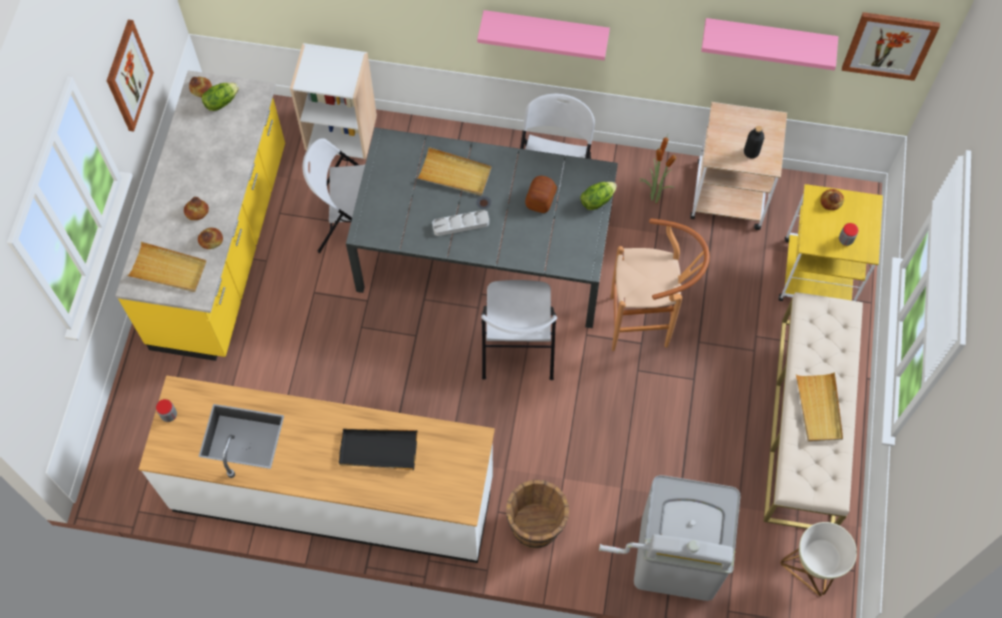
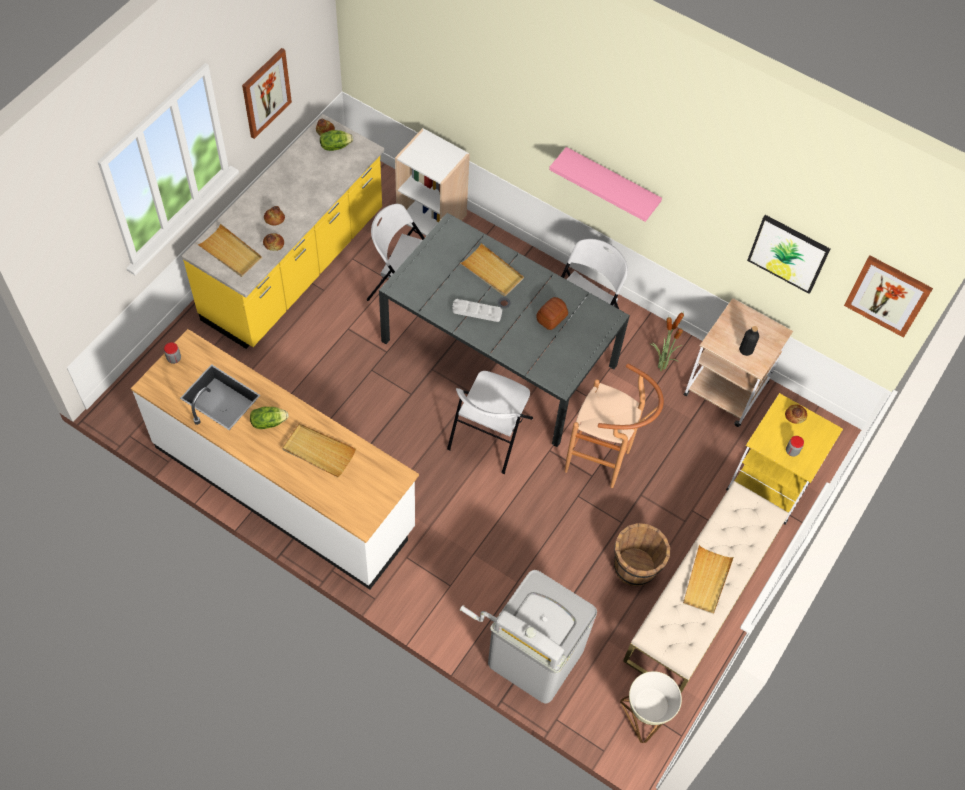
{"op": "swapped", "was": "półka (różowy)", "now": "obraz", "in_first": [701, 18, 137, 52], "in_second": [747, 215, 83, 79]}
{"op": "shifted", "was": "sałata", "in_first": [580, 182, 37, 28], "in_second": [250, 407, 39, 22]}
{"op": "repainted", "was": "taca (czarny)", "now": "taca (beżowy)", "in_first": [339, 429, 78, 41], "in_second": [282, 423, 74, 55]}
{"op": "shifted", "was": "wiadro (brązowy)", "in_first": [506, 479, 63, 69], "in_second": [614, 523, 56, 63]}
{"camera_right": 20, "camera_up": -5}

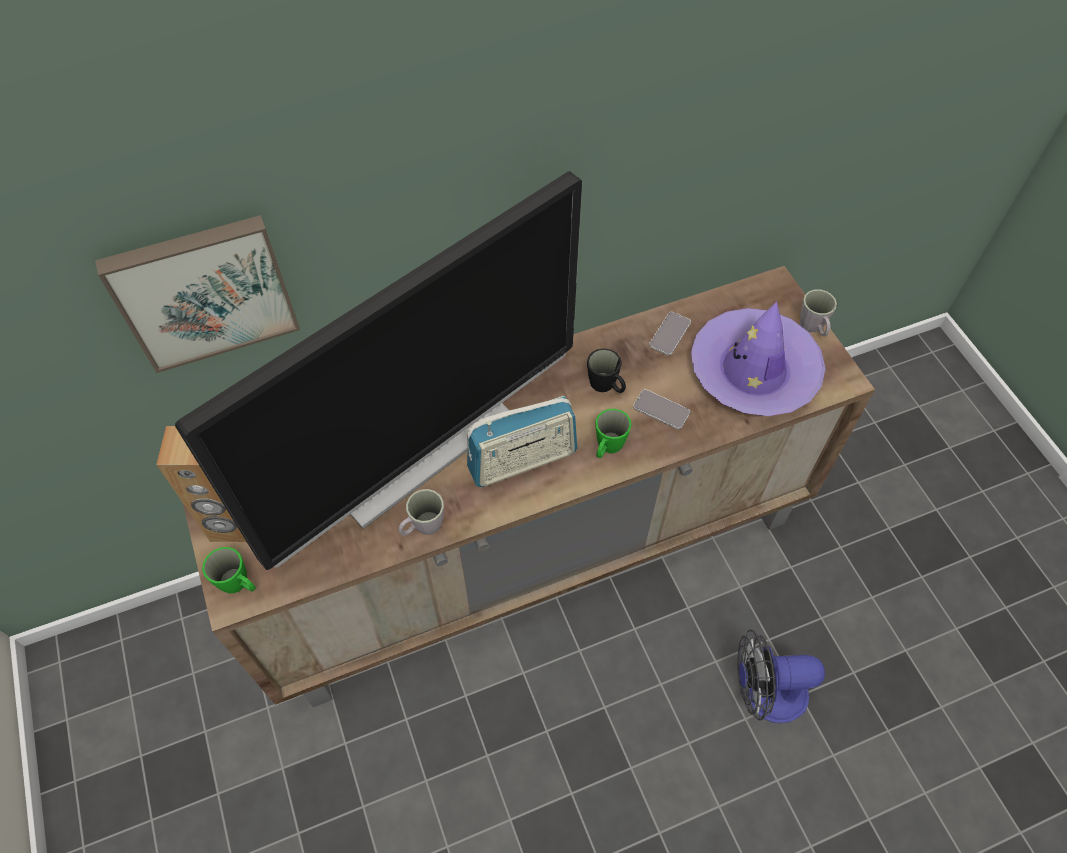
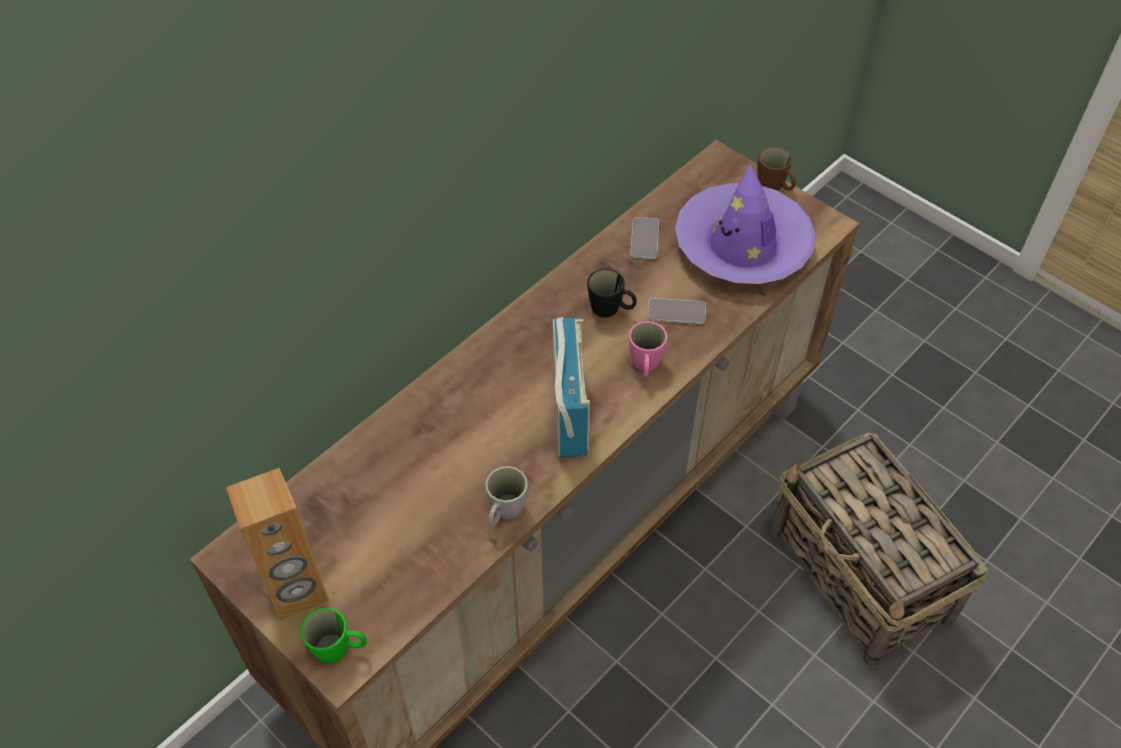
{"op": "gone", "was": "telewizor", "in_first": [175, 171, 407, 399]}
{"op": "gone", "was": "obraz", "in_first": [95, 215, 205, 158]}
{"op": "repainted", "was": "kubek (szary)", "now": "kubek (brązowy)", "in_first": [800, 290, 37, 46], "in_second": [758, 146, 38, 45]}
{"op": "rotated", "was": "radio", "in_first": [467, 396, 110, 91], "in_second": [553, 317, 37, 140], "clockwise": -45}
{"op": "repainted", "was": "kubek (zielony)", "now": "kubek (różowy)", "in_first": [595, 409, 37, 49], "in_second": [629, 321, 39, 56]}
{"op": "swapped", "was": "wentylator", "now": "koszyk", "in_first": [737, 629, 88, 94], "in_second": [771, 433, 217, 234]}
{"camera_right": -25, "camera_up": -5}

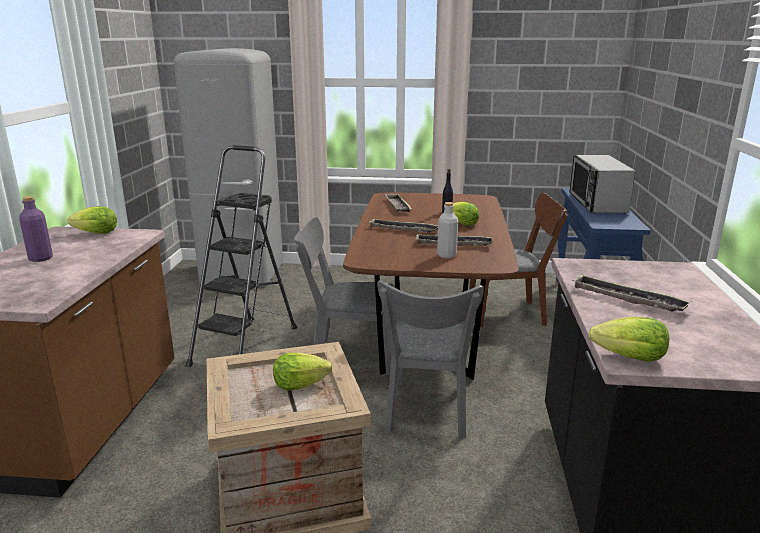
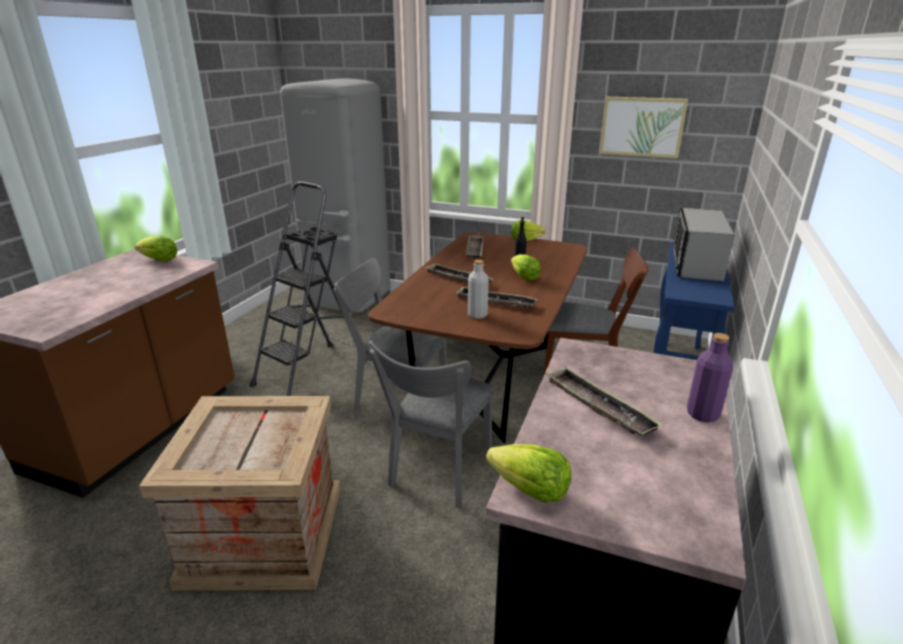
{"op": "shifted", "was": "butelka (fioletowy)", "in_first": [19, 196, 34, 66], "in_second": [687, 333, 46, 89]}
{"op": "shifted", "was": "sałata", "in_first": [273, 353, 59, 38], "in_second": [511, 220, 34, 21]}
{"op": "new", "now": "obraz", "in_second": [599, 97, 89, 61]}
{"camera_right": 15, "camera_up": 5}

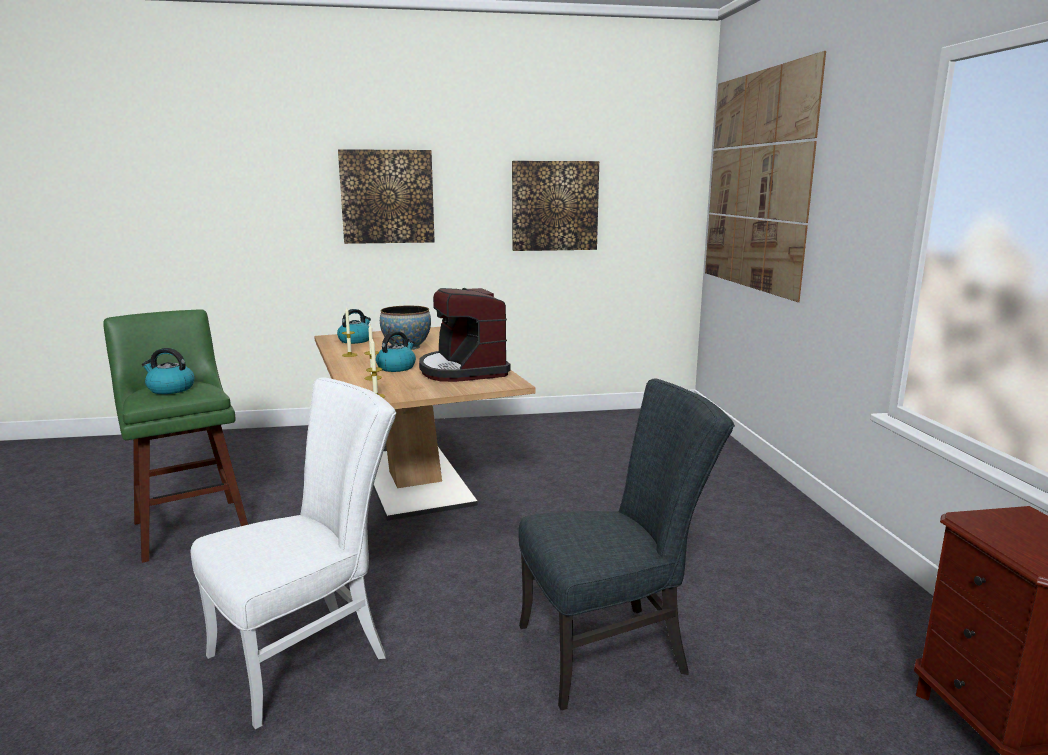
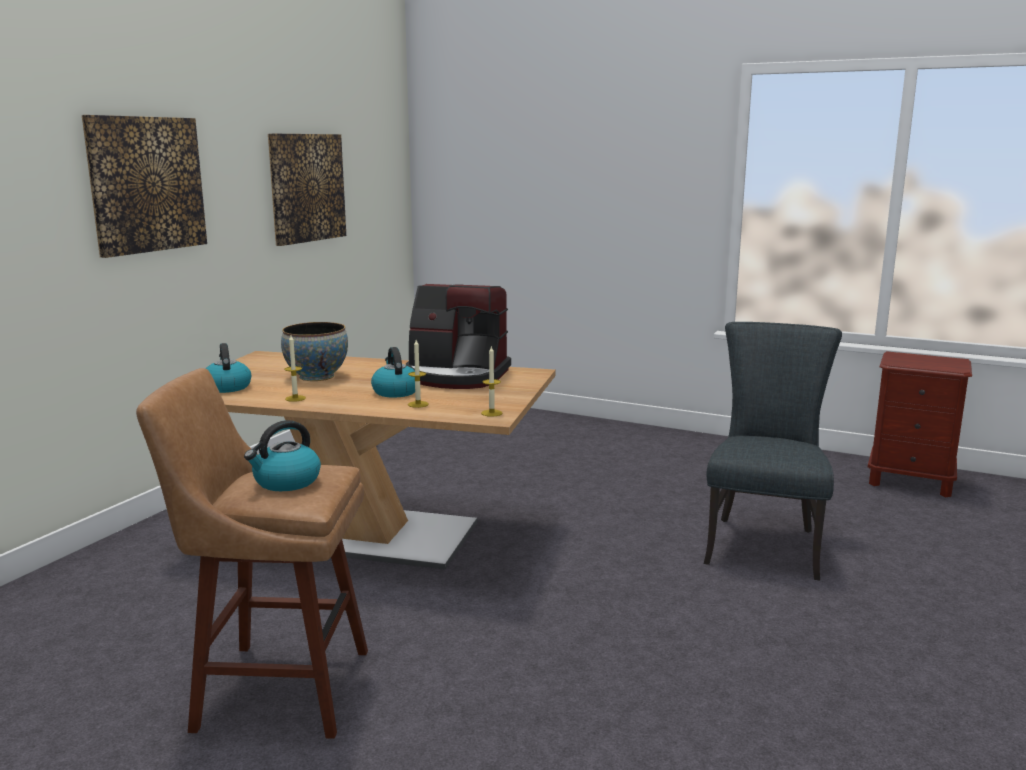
{"op": "gone", "was": "obraz", "in_first": [705, 51, 121, 251]}
{"op": "repainted", "was": "stołek (zielony)", "now": "stołek (brązowy)", "in_first": [103, 309, 145, 254], "in_second": [136, 368, 232, 371]}
{"op": "gone", "was": "krzesło (biały)", "in_first": [191, 377, 206, 352]}
{"camera_right": -55, "camera_up": 0}

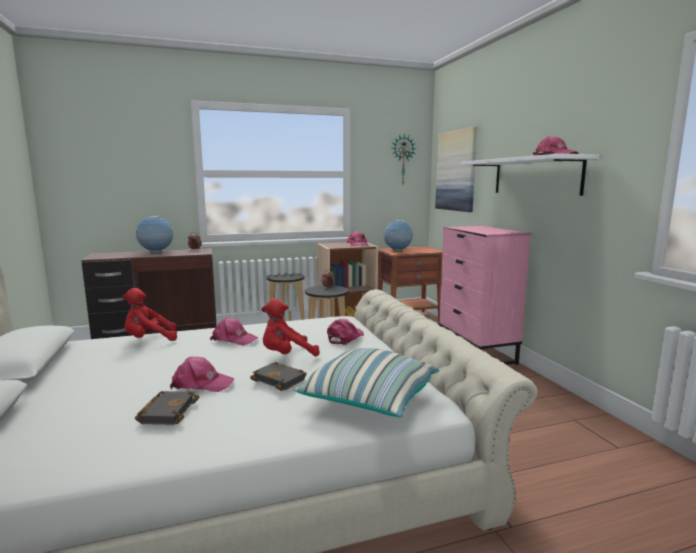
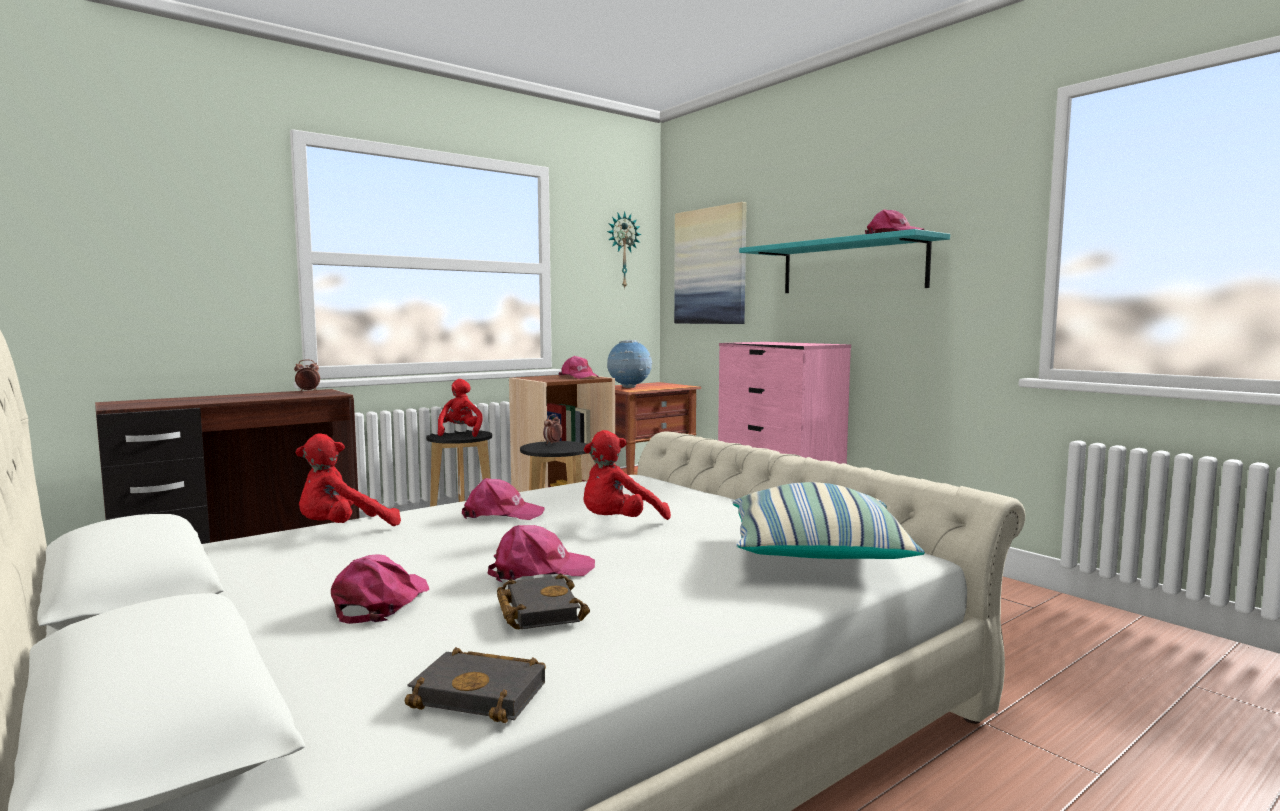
{"op": "repainted", "was": "półka (biały)", "now": "półka (turkusowy)", "in_first": [460, 154, 139, 42], "in_second": [739, 229, 211, 64]}
{"op": "gone", "was": "globus", "in_first": [136, 216, 37, 37]}
{"op": "shifted", "was": "czapka z daszkiem (różowy)", "in_first": [327, 319, 37, 26], "in_second": [331, 554, 98, 70]}
{"op": "shifted", "was": "książka (czarny)", "in_first": [250, 362, 57, 29], "in_second": [405, 647, 141, 76]}
{"op": "new", "now": "pluszak (czerwony)", "in_second": [438, 379, 44, 58]}
{"camera_right": -20, "camera_up": -5}

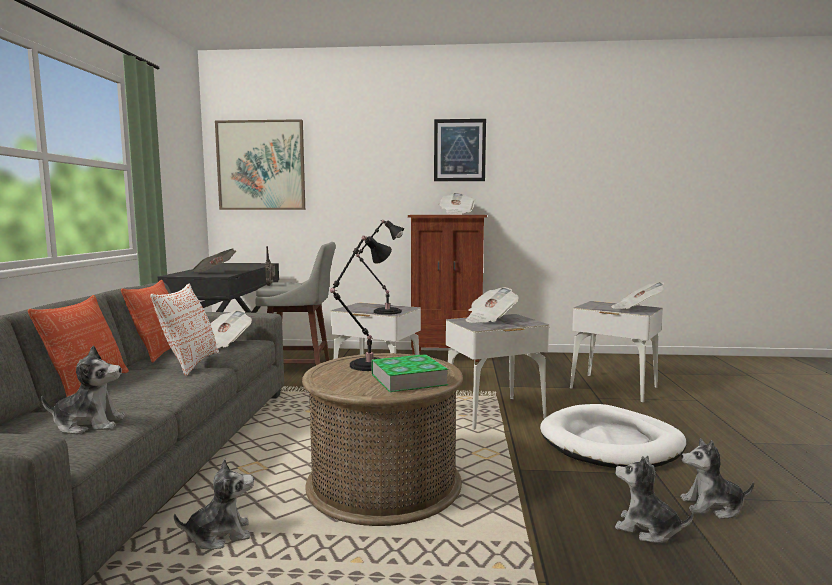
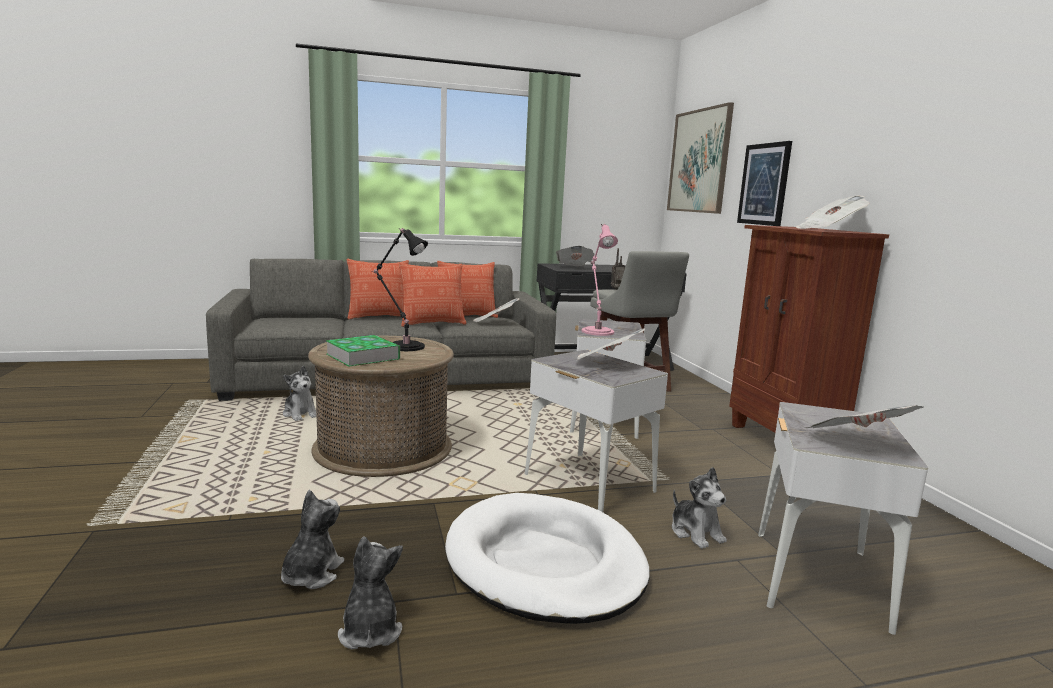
{"op": "shifted", "was": "obraz", "in_first": [434, 119, 52, 62], "in_second": [737, 141, 55, 85]}
{"op": "repainted", "was": "lampa stołowa (czarny)", "now": "lampa stołowa (różowy)", "in_first": [355, 220, 50, 95], "in_second": [582, 224, 36, 112]}
{"op": "repainted", "was": "poduszka (biały)", "now": "poduszka (pomarańczowy)", "in_first": [150, 283, 69, 93], "in_second": [399, 262, 67, 65]}
{"op": "shifted", "was": "pluszak", "in_first": [41, 346, 85, 88], "in_second": [672, 467, 55, 82]}
{"camera_right": 70, "camera_up": 5}

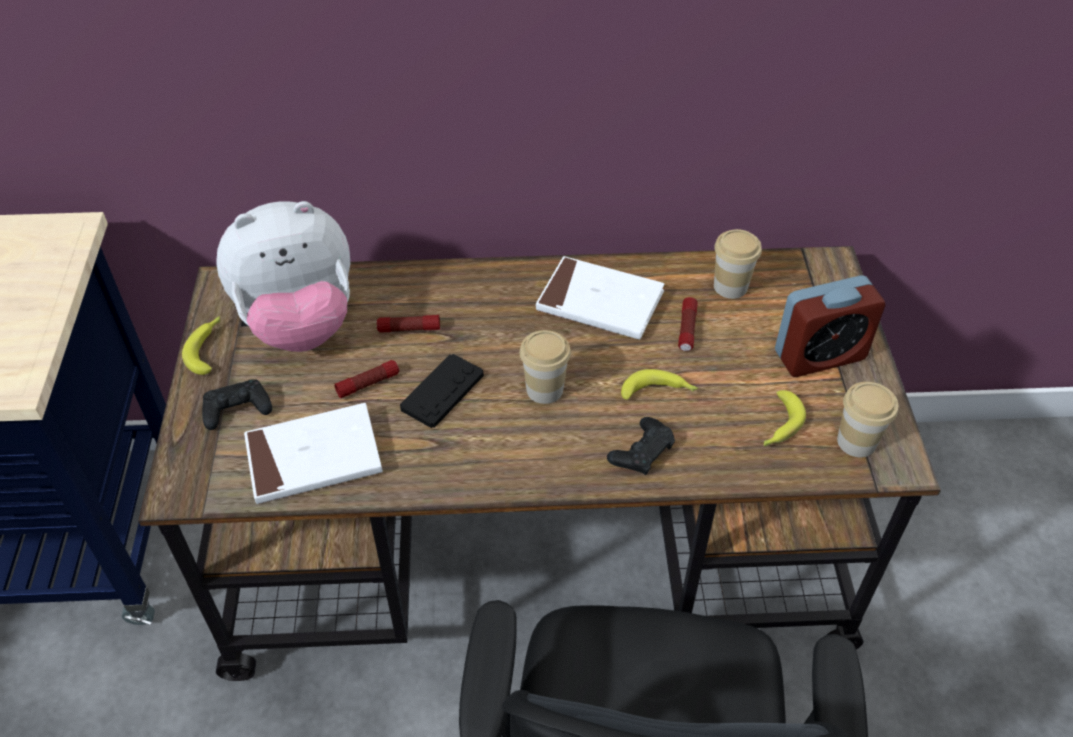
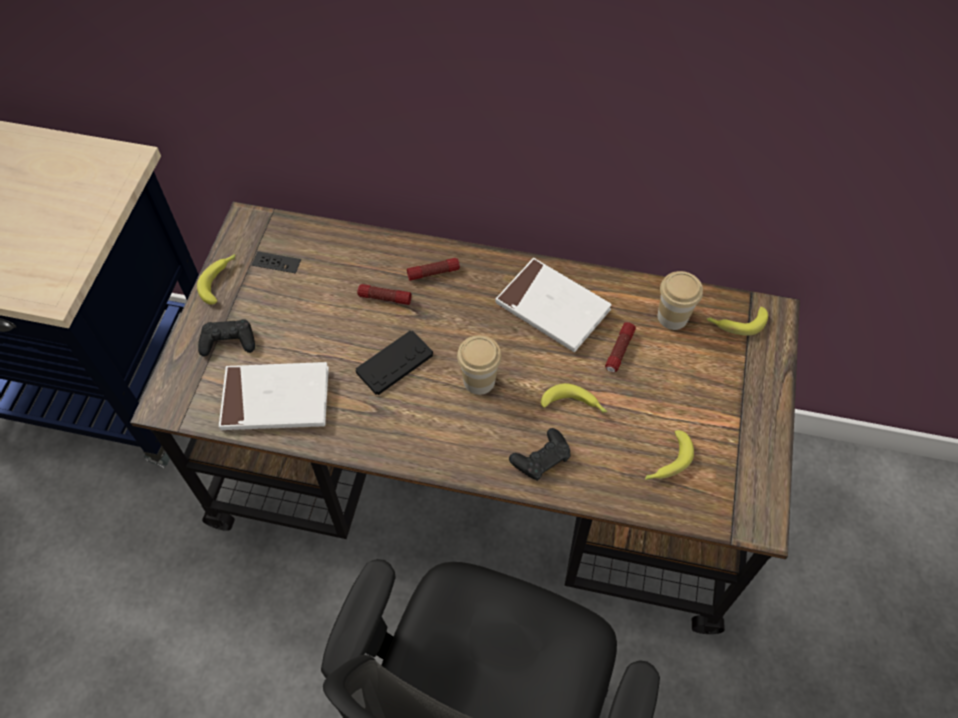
{"op": "gone", "was": "pluszak", "in_first": [217, 201, 133, 151]}
{"op": "gone", "was": "budzik", "in_first": [775, 275, 110, 102]}
{"op": "shifted", "was": "latarka", "in_first": [334, 360, 65, 38], "in_second": [407, 258, 53, 23]}
{"op": "gone", "was": "filiżanka", "in_first": [837, 382, 61, 75]}
{"op": "new", "now": "banan", "in_second": [707, 307, 61, 28]}
{"camera_right": 15, "camera_up": 10}

